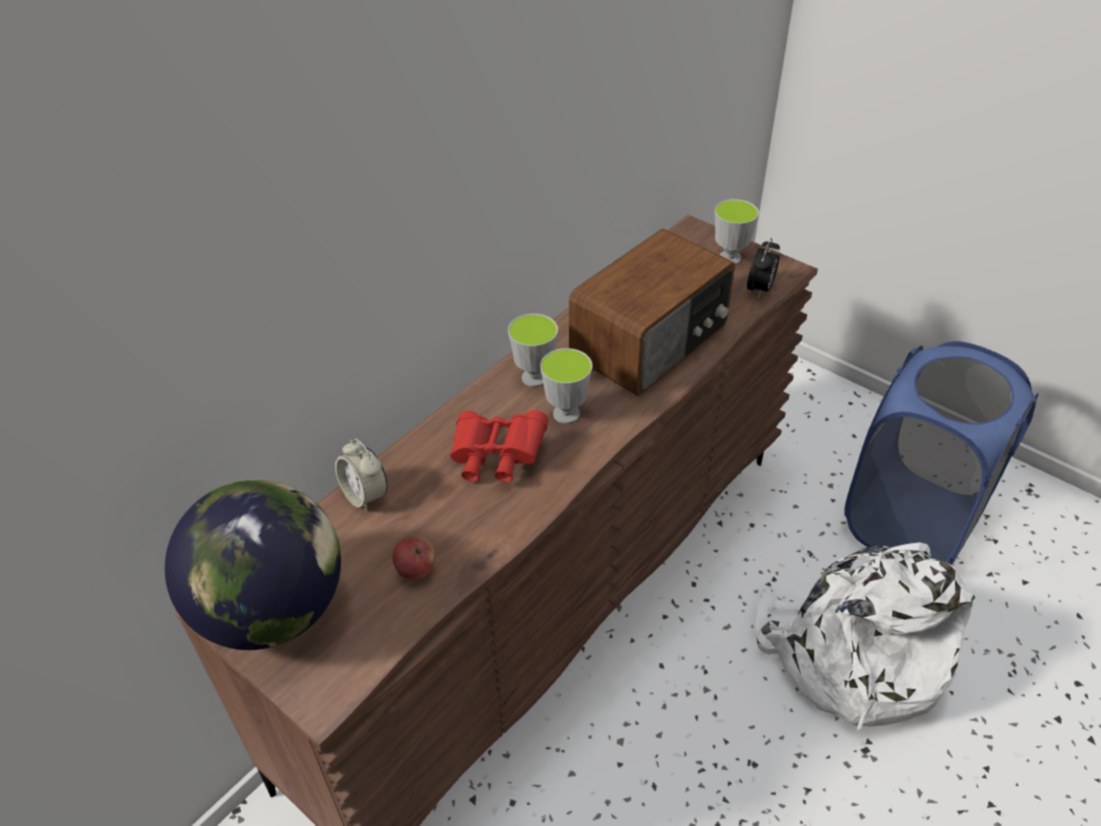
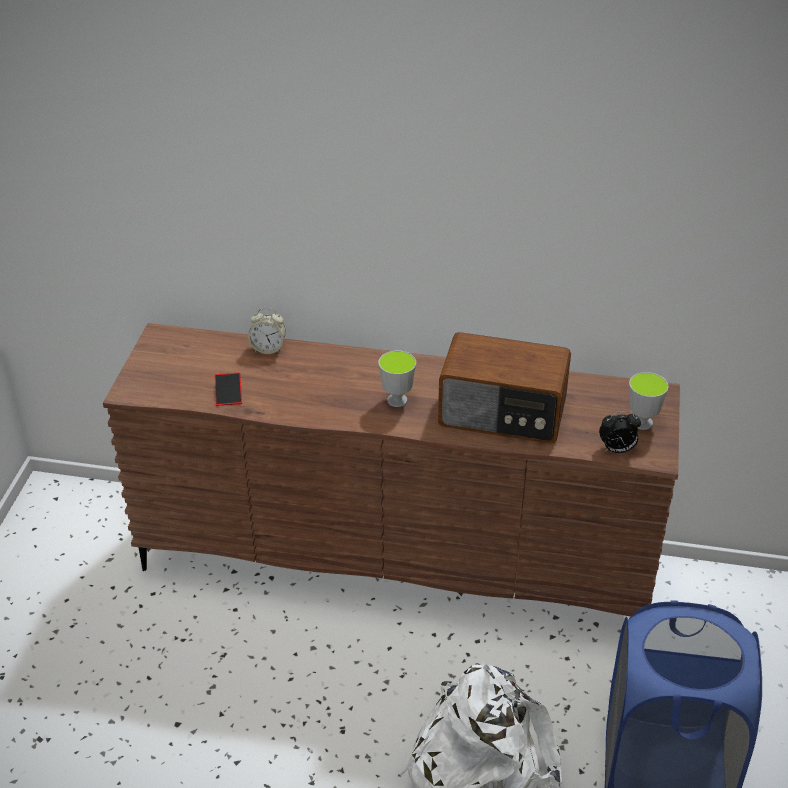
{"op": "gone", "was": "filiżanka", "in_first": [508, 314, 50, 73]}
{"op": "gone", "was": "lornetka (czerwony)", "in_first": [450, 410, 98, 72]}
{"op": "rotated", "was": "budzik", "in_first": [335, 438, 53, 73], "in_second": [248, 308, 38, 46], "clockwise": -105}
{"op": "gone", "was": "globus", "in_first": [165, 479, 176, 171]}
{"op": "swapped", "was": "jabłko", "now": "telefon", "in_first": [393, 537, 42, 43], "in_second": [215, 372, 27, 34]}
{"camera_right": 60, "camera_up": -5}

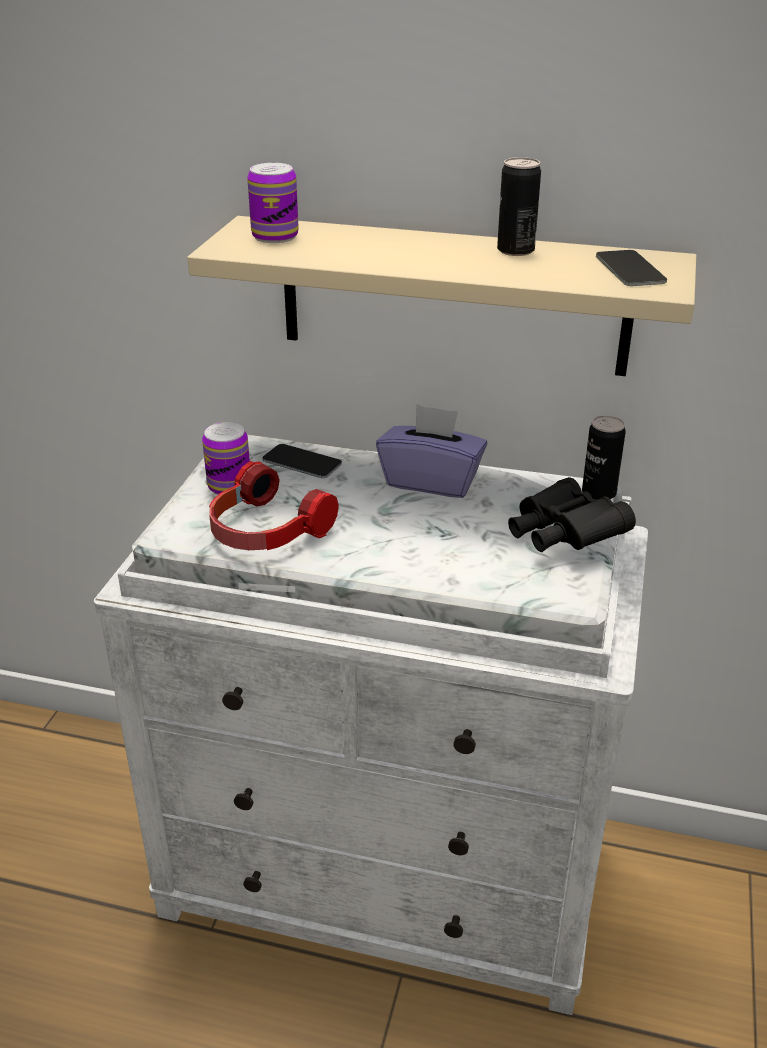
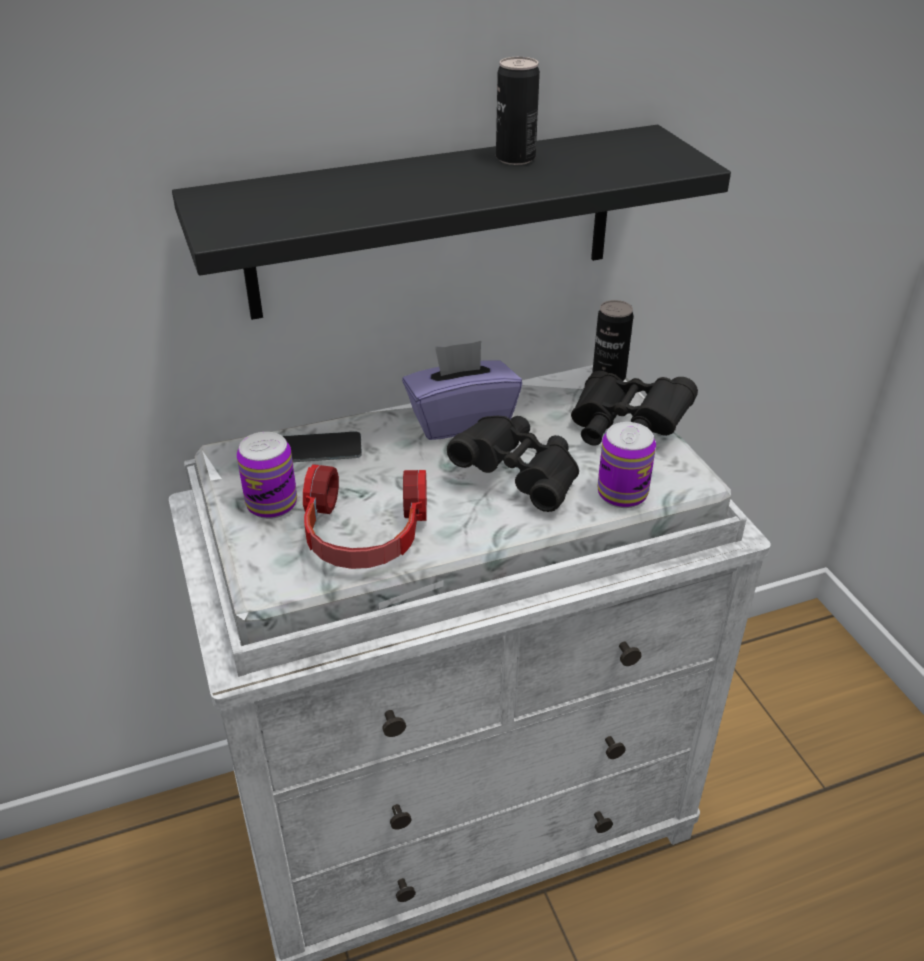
{"op": "shifted", "was": "puszka", "in_first": [247, 163, 52, 80], "in_second": [597, 422, 59, 86]}
{"op": "repainted", "was": "półka (beżowy)", "now": "półka (czarny)", "in_first": [187, 216, 509, 160], "in_second": [172, 125, 559, 195]}
{"op": "gone", "was": "telefon", "in_first": [596, 250, 71, 36]}
{"op": "new", "now": "lornetka (czarny)", "in_second": [447, 416, 132, 96]}
{"camera_right": -35, "camera_up": 5}

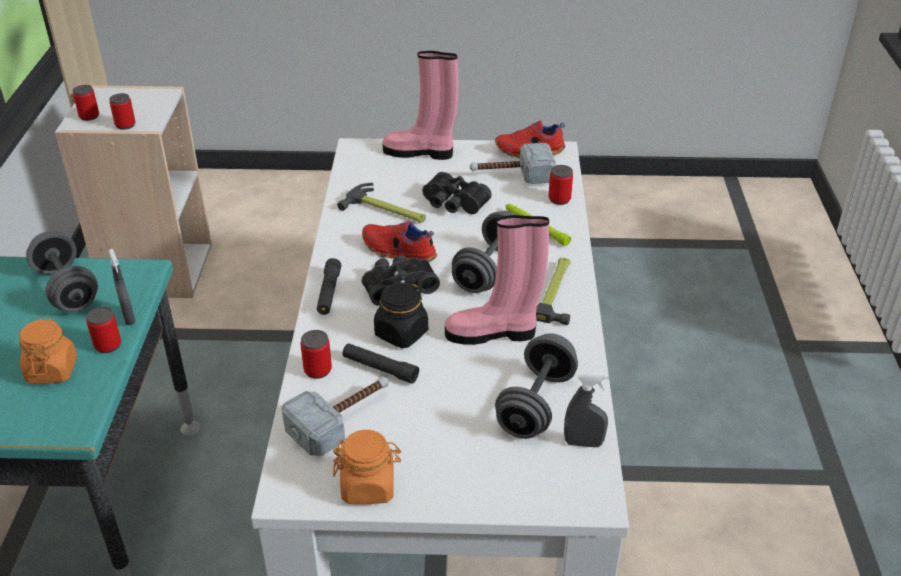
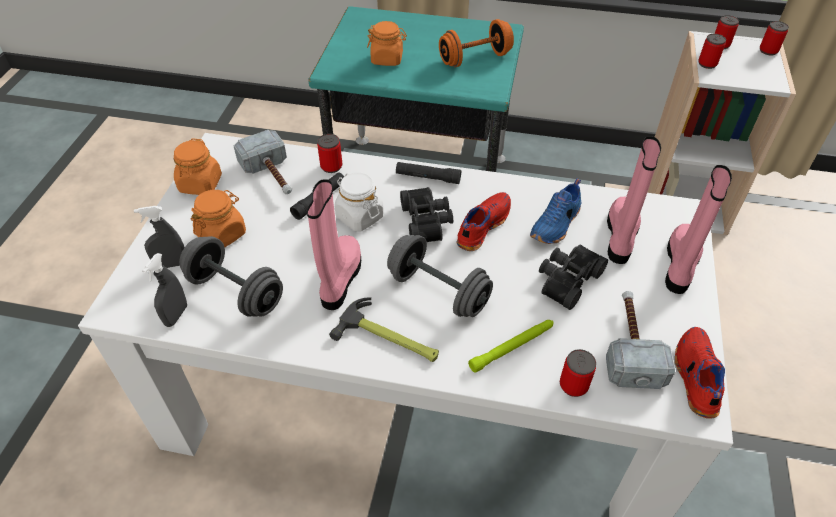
{"op": "swapped", "was": "młotek", "now": "but (niebieski)", "in_first": [337, 183, 89, 40], "in_second": [530, 178, 51, 66]}
{"op": "repainted", "was": "hantel (szary)", "now": "hantel (pomarańczowy)", "in_first": [26, 231, 72, 81], "in_second": [439, 19, 75, 48]}
{"op": "shifted", "was": "spryskiwacz (szary)", "in_first": [109, 249, 27, 76], "in_second": [134, 206, 51, 62]}
{"op": "repainted", "was": "słoik (czarny)", "now": "słoik (biały)", "in_first": [374, 281, 54, 67], "in_second": [335, 172, 49, 60]}
{"op": "shifted", "was": "puszka", "in_first": [86, 307, 35, 46], "in_second": [760, 21, 29, 35]}
{"op": "new", "now": "but z cholewką (różowy)", "in_second": [607, 136, 54, 128]}
{"op": "new", "now": "słoik (pomarańczowy)", "in_second": [191, 190, 55, 57]}
{"camera_right": 100, "camera_up": 10}

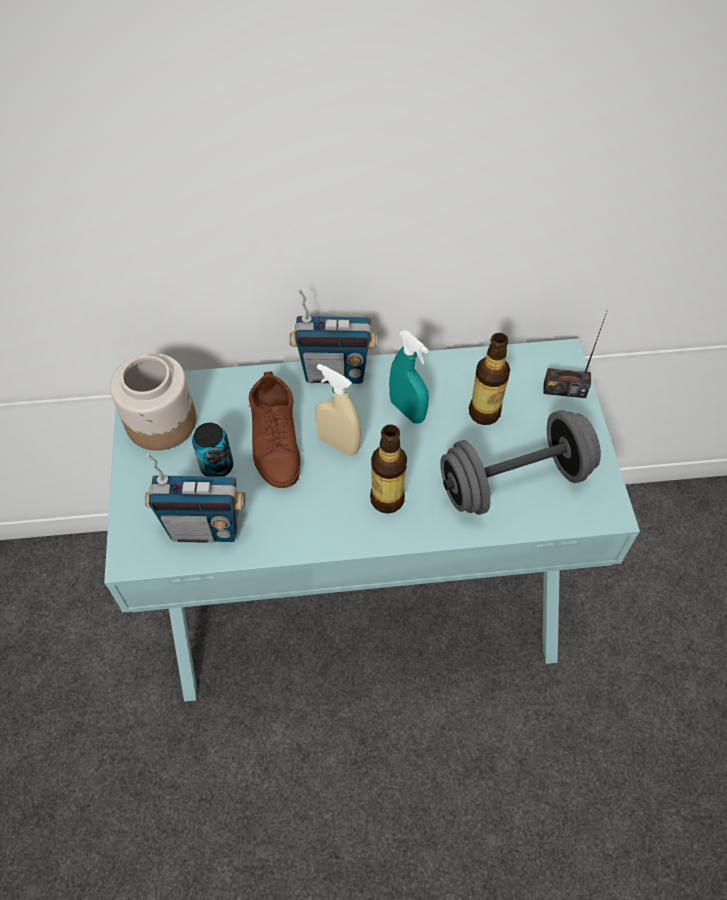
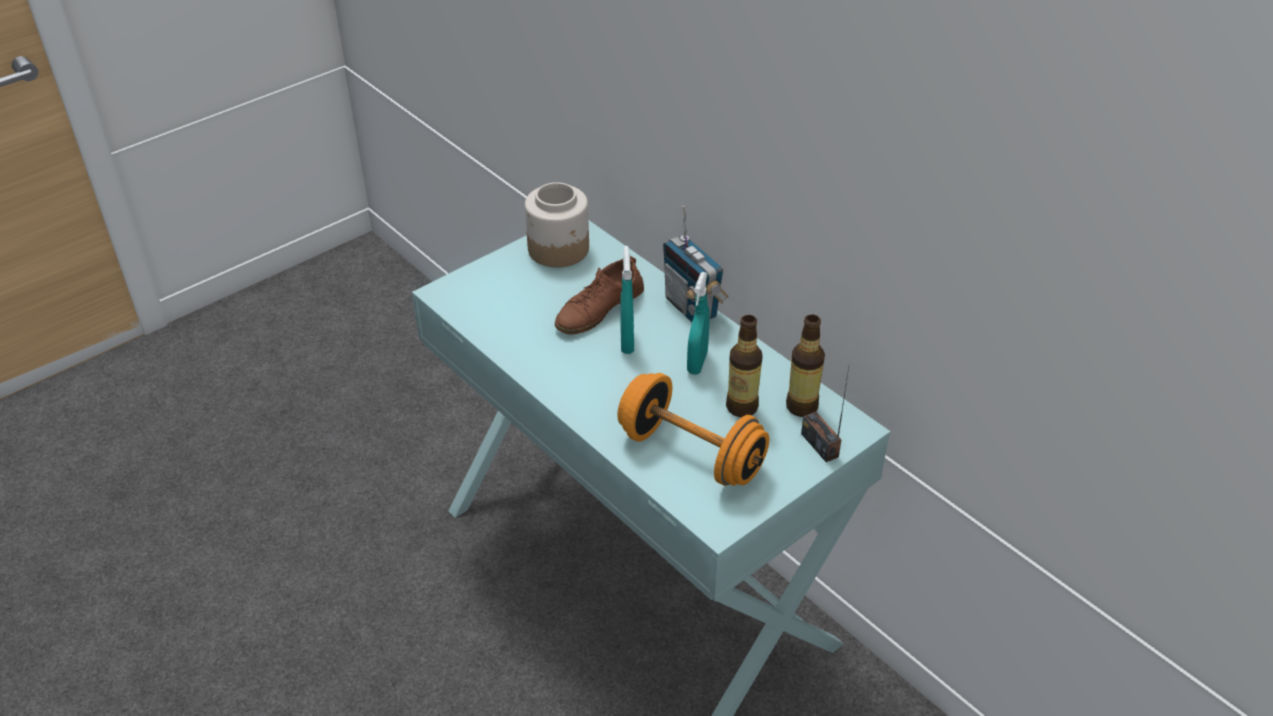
{"op": "repainted", "was": "spryskiwacz (beżowy)", "now": "spryskiwacz (turkusowy)", "in_first": [315, 364, 46, 92], "in_second": [620, 246, 14, 108]}
{"op": "repainted", "was": "hantel (szary)", "now": "hantel (pomarańczowy)", "in_first": [440, 410, 161, 105], "in_second": [617, 373, 152, 113]}
{"op": "gone", "was": "puszka", "in_first": [192, 423, 41, 54]}
{"op": "shifted", "was": "butelka", "in_first": [370, 425, 37, 89], "in_second": [786, 314, 39, 103]}
{"op": "gone", "was": "radio", "in_first": [145, 453, 100, 90]}
{"camera_right": 55, "camera_up": -15}

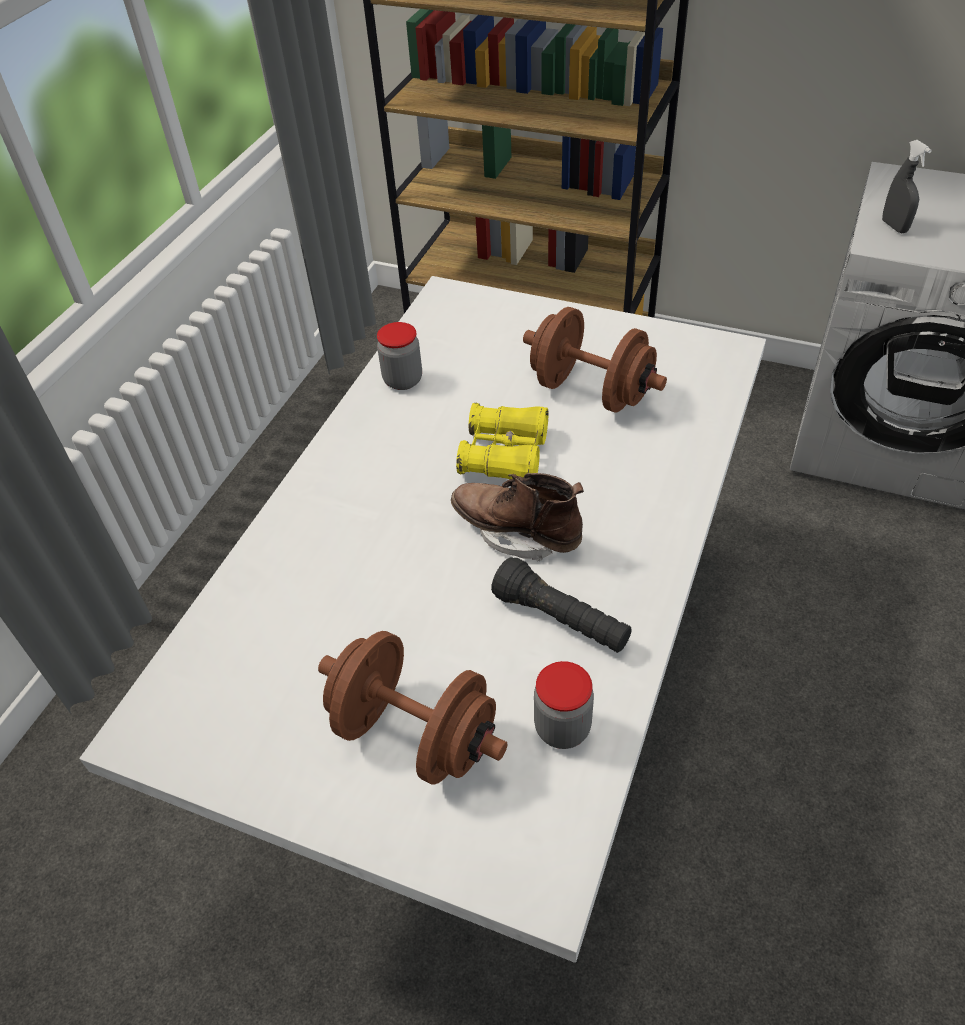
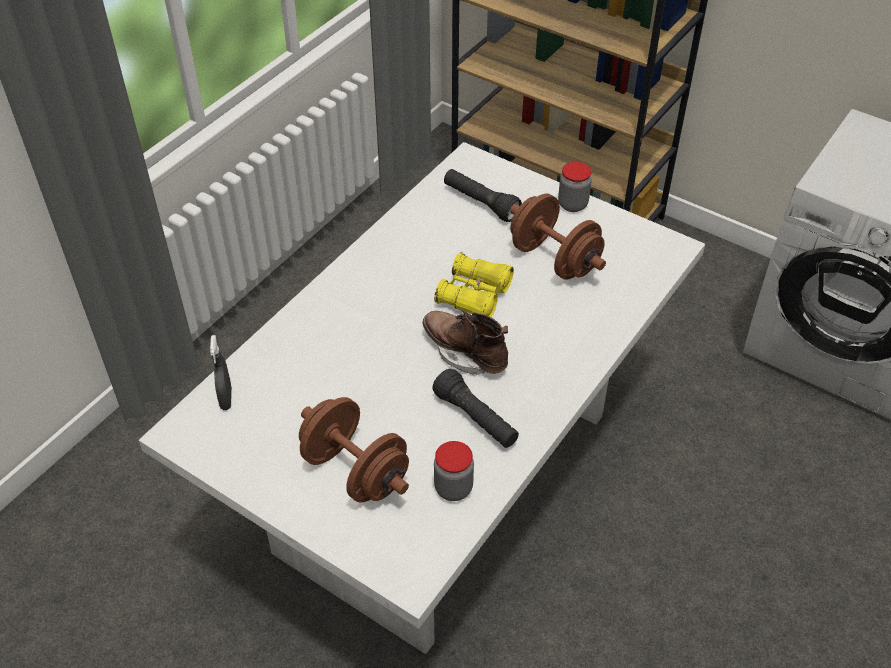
{"op": "shifted", "was": "spryskiwacz (szary)", "in_first": [882, 140, 50, 93], "in_second": [210, 335, 22, 75]}
{"op": "shifted", "was": "słoik", "in_first": [377, 322, 45, 68], "in_second": [558, 162, 34, 50]}
{"op": "new", "now": "latarka (czarny)", "in_second": [444, 169, 78, 53]}
{"camera_right": 10, "camera_up": 0}

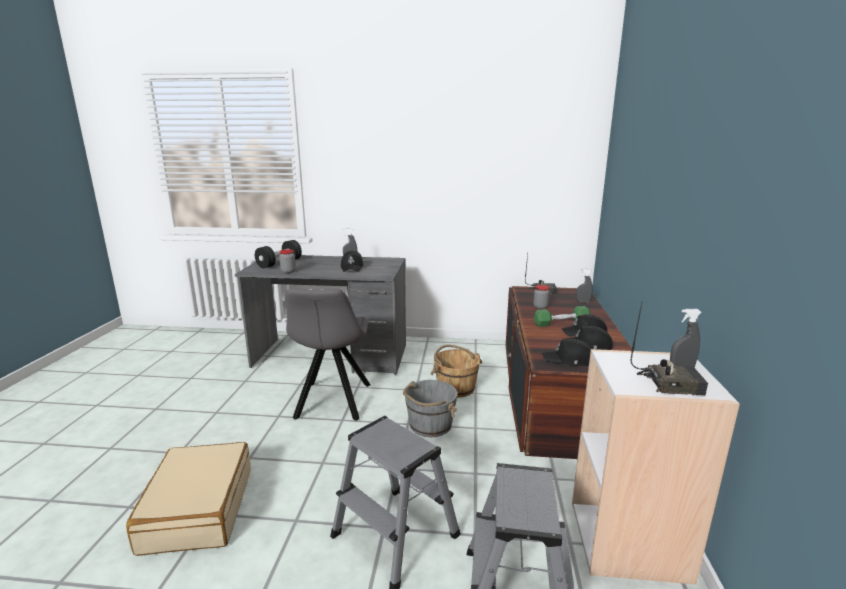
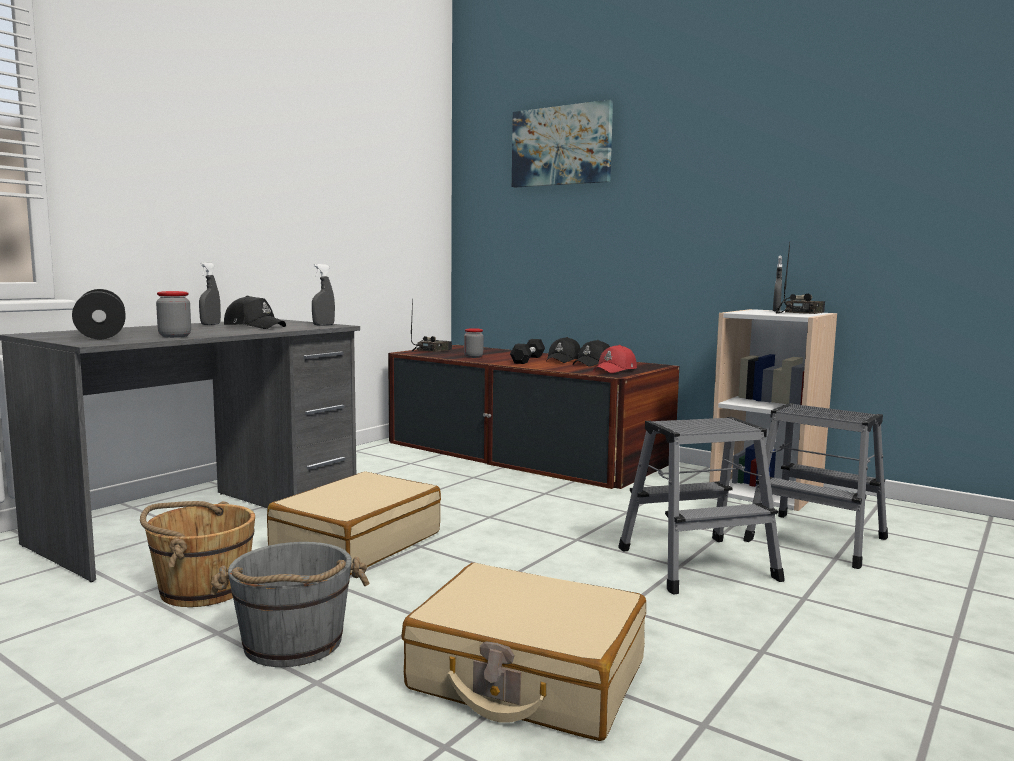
{"op": "shifted", "was": "spryskiwacz (szary)", "in_first": [576, 269, 17, 33], "in_second": [312, 264, 23, 62]}
{"op": "swapped", "was": "krzesło (szary)", "now": "walizka (beżowy)", "in_first": [286, 288, 84, 133], "in_second": [267, 471, 174, 104]}
{"op": "repainted", "was": "hantel (zielony)", "now": "hantel (czarny)", "in_first": [534, 306, 57, 21], "in_second": [510, 339, 35, 25]}
{"op": "repainted", "was": "czapka z daszkiem (czarny)", "now": "czapka z daszkiem (czerwony)", "in_first": [542, 339, 49, 27], "in_second": [593, 345, 44, 28]}
{"op": "shifted", "was": "wiadro (brązowy)", "in_first": [431, 345, 51, 53], "in_second": [140, 501, 115, 106]}
{"op": "shifted", "was": "wiadro (szary)", "in_first": [403, 380, 54, 57], "in_second": [210, 542, 160, 125]}
{"op": "new", "now": "obraz", "in_second": [512, 99, 101, 88]}
{"camera_right": -60, "camera_up": -10}

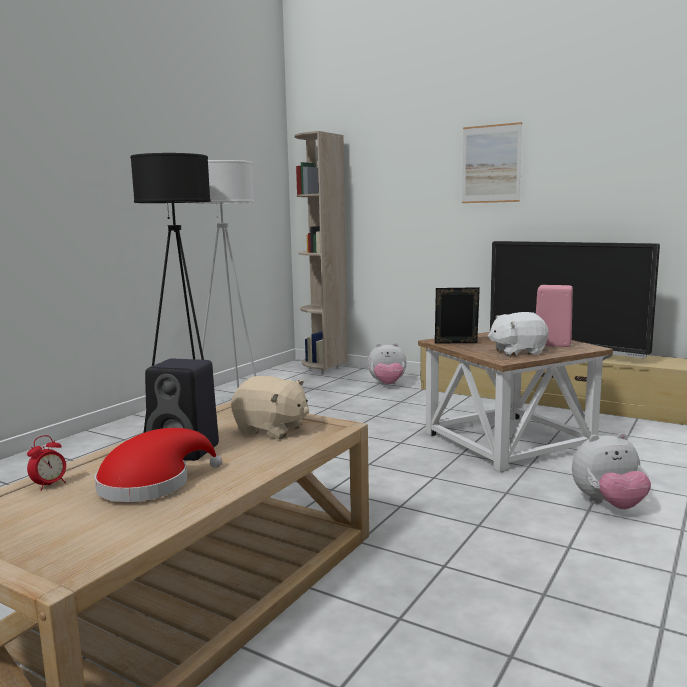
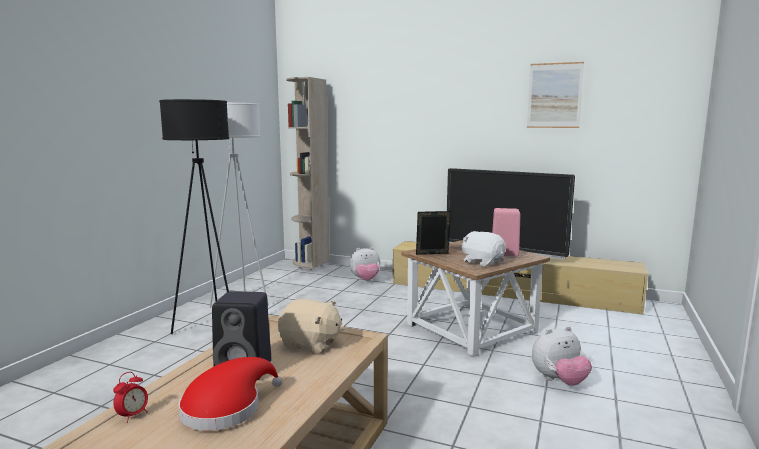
{"op": "shifted", "was": "obraz", "in_first": [462, 122, 60, 81], "in_second": [527, 62, 57, 66]}
{"op": "rotated", "was": "pluszak (biały)", "in_first": [488, 312, 60, 44], "in_second": [462, 231, 43, 35], "clockwise": 60}
{"camera_right": -10, "camera_up": 0}

